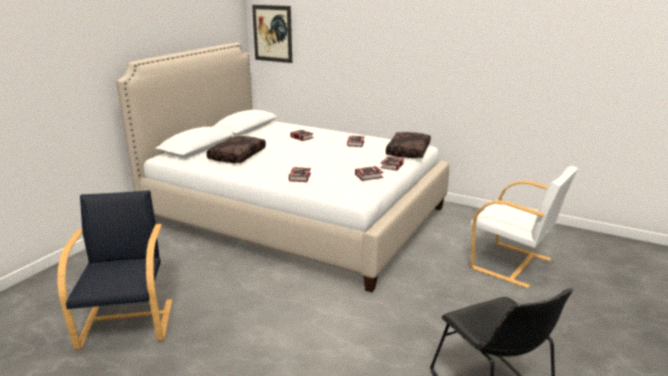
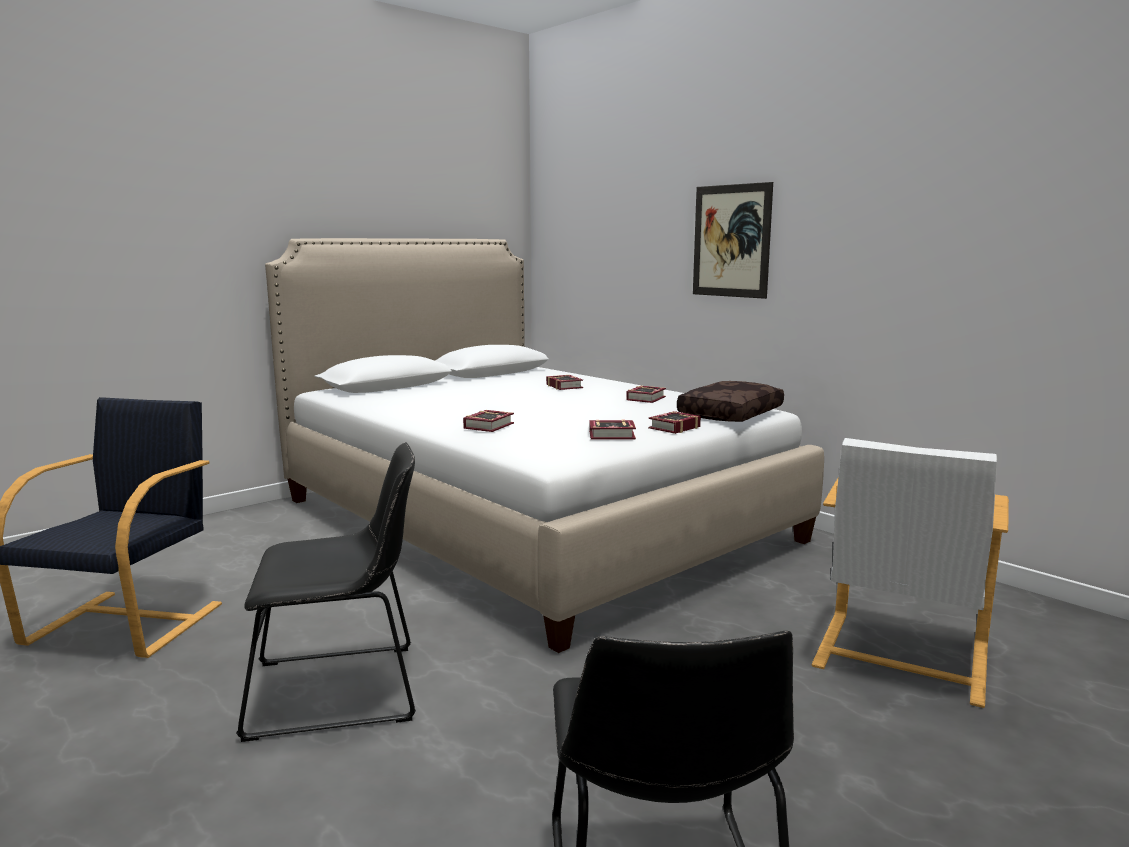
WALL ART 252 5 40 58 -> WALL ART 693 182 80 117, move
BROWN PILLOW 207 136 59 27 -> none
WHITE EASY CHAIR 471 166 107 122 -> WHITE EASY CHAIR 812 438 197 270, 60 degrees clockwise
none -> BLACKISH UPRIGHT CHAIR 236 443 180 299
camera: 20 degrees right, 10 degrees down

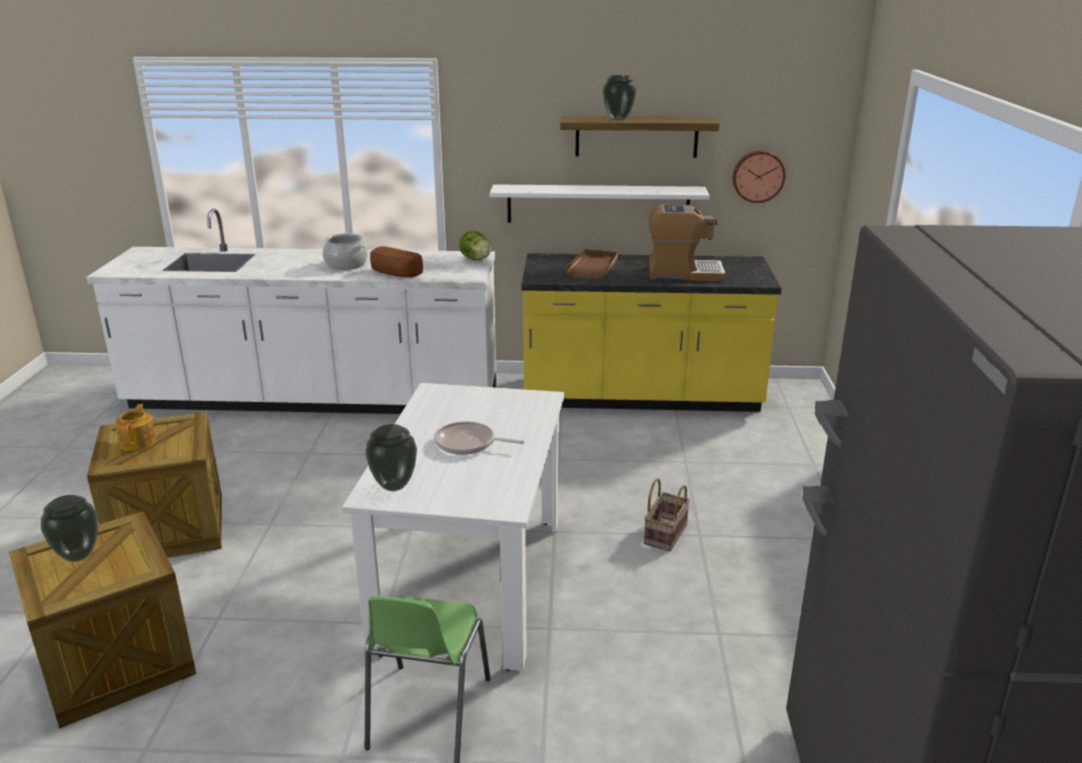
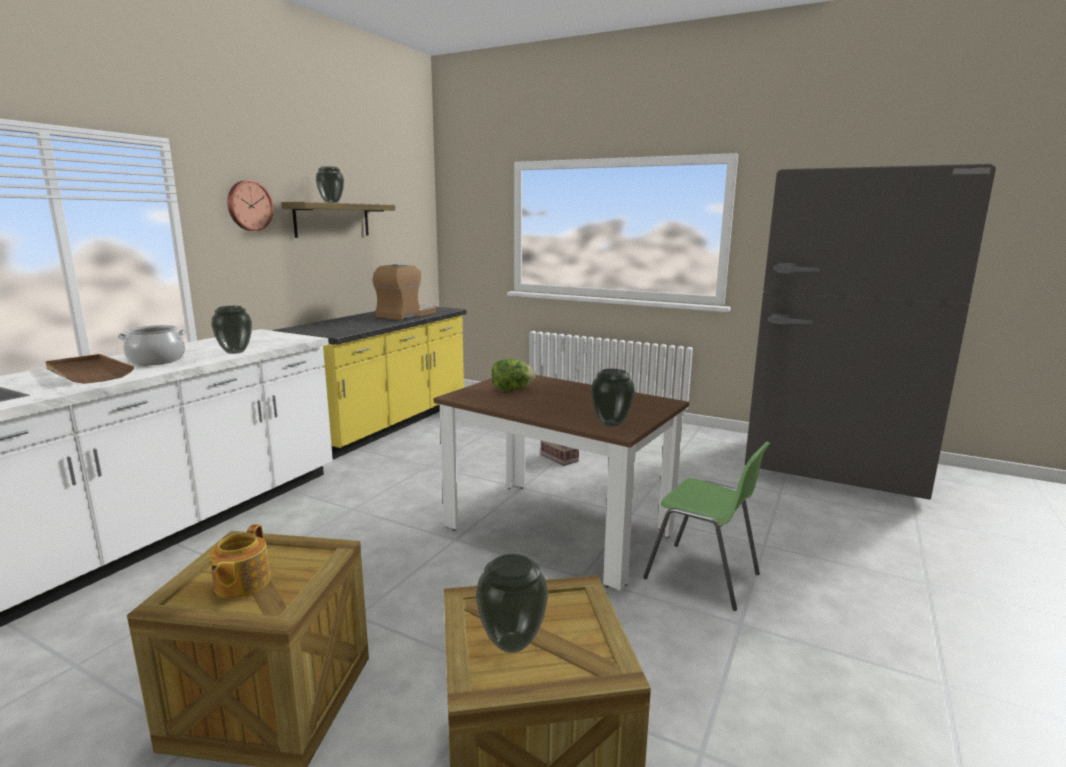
CLOCK ON THE WALL 733 151 52 52 -> CLOCK ON THE WALL 227 180 47 51, move
WHITE WALL SHELF 490 184 220 39 -> none
LETTUCE HEAD 459 231 32 29 -> LETTUCE HEAD 492 359 44 32, move
BREAD 370 246 53 32 -> VASE 211 306 41 48
BROWN TRAY 564 249 54 30 -> BROWN TRAY 45 354 89 30, move
WHITE DINING TABLE 342 383 222 288 -> BROWN DINING TABLE 434 375 255 215
POT FOR TEA 115 404 41 47 -> POT FOR TEA 209 524 62 74, 105 degrees counterclockwise
SKILLET 434 421 91 34 -> none
camera: 65 degrees left, 10 degrees down

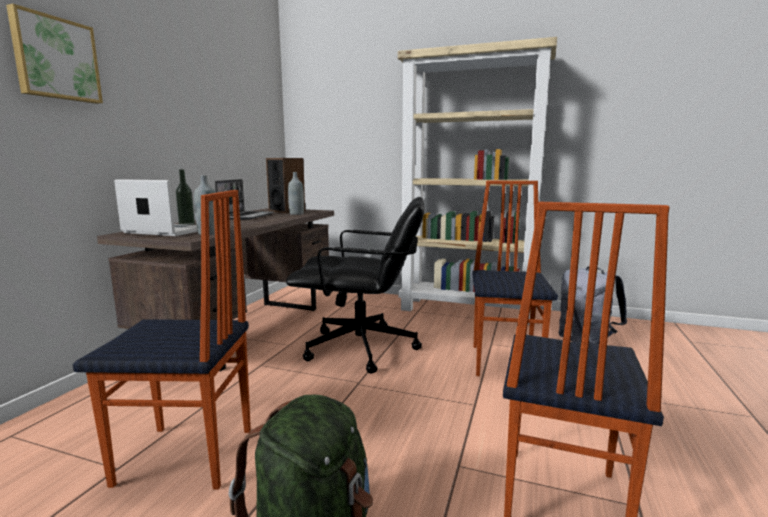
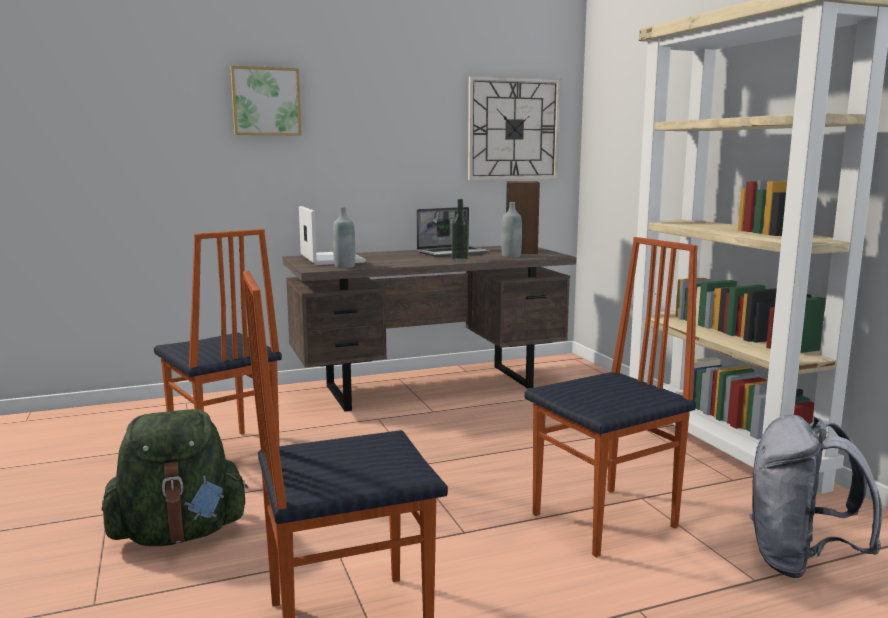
DRINK BOTTLE 176 169 19 56 -> DRINK BOTTLE 452 199 17 62, move
BLACKISH COMPUTER CHAIR 286 197 138 177 -> none
none -> CLOCK ON THE WALL 468 76 93 104
camera: 50 degrees right, 0 degrees up

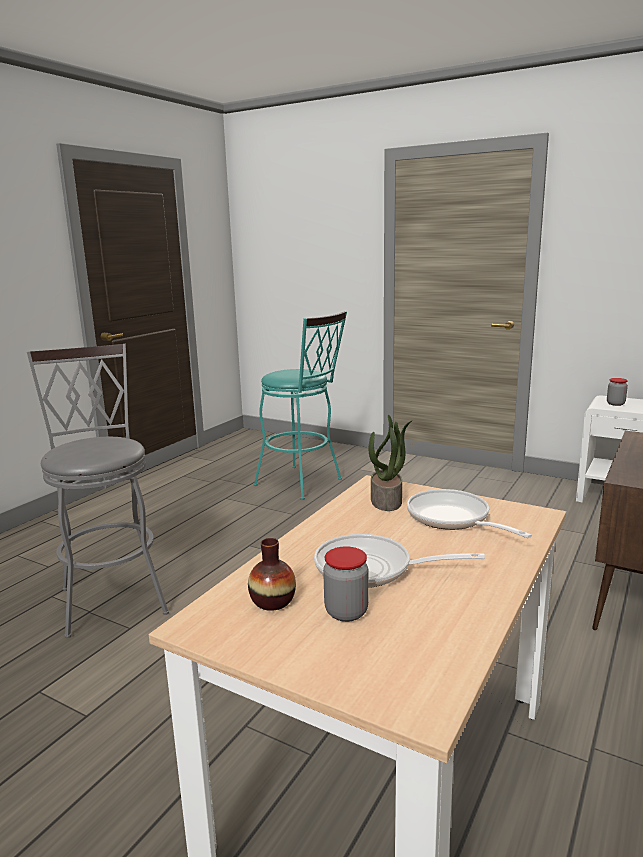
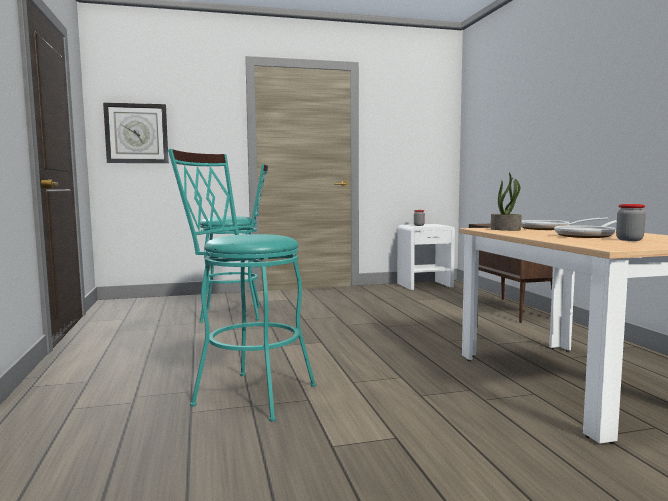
GREYISH STOOL SEAT 27 344 142 294 -> BLUE-GREEN STOOL SEAT 168 149 148 273
VASE 248 538 48 73 -> none
none -> CLOCK ON THE WALL 103 102 66 61
camera: 45 degrees left, 10 degrees down

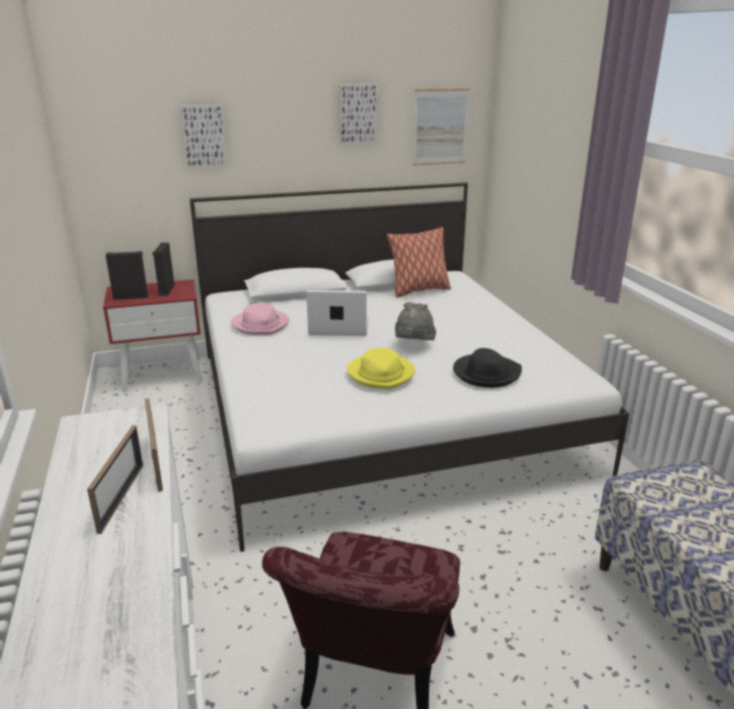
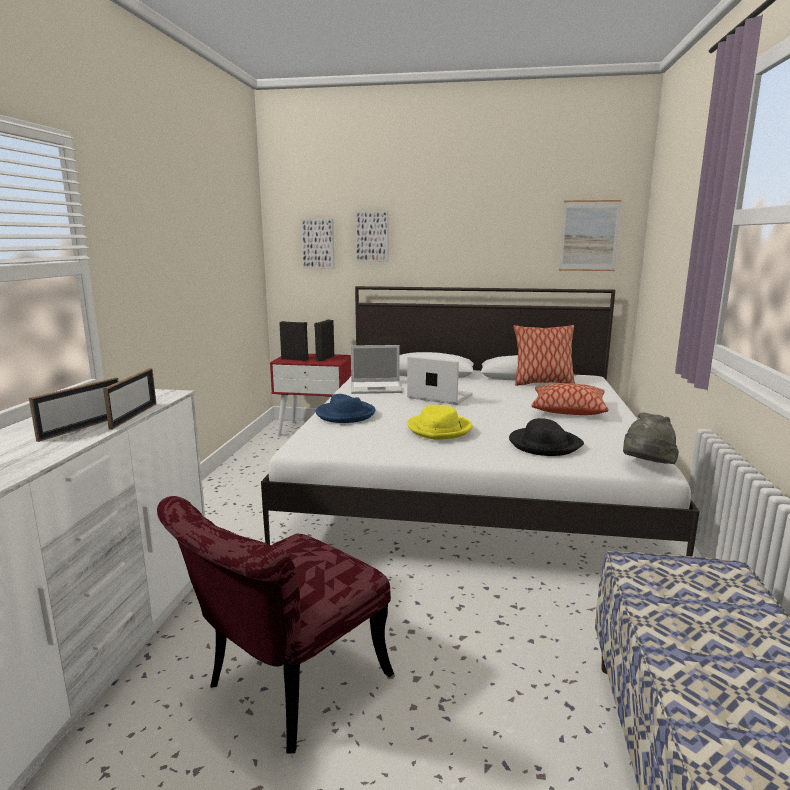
WALL ART 339 84 38 61 -> WALL ART 301 219 34 50, move
GREYISH WEARABLE HAT 395 302 41 38 -> GREYISH WEARABLE HAT 623 412 56 52, move
PINK-COLOURED WEARABLE HAT 231 303 58 32 -> LAPTOP 351 345 52 49
none -> PILLOW 531 383 78 32
none -> BLUISH WEARABLE HAT 316 394 59 29
camera: 25 degrees right, 10 degrees down

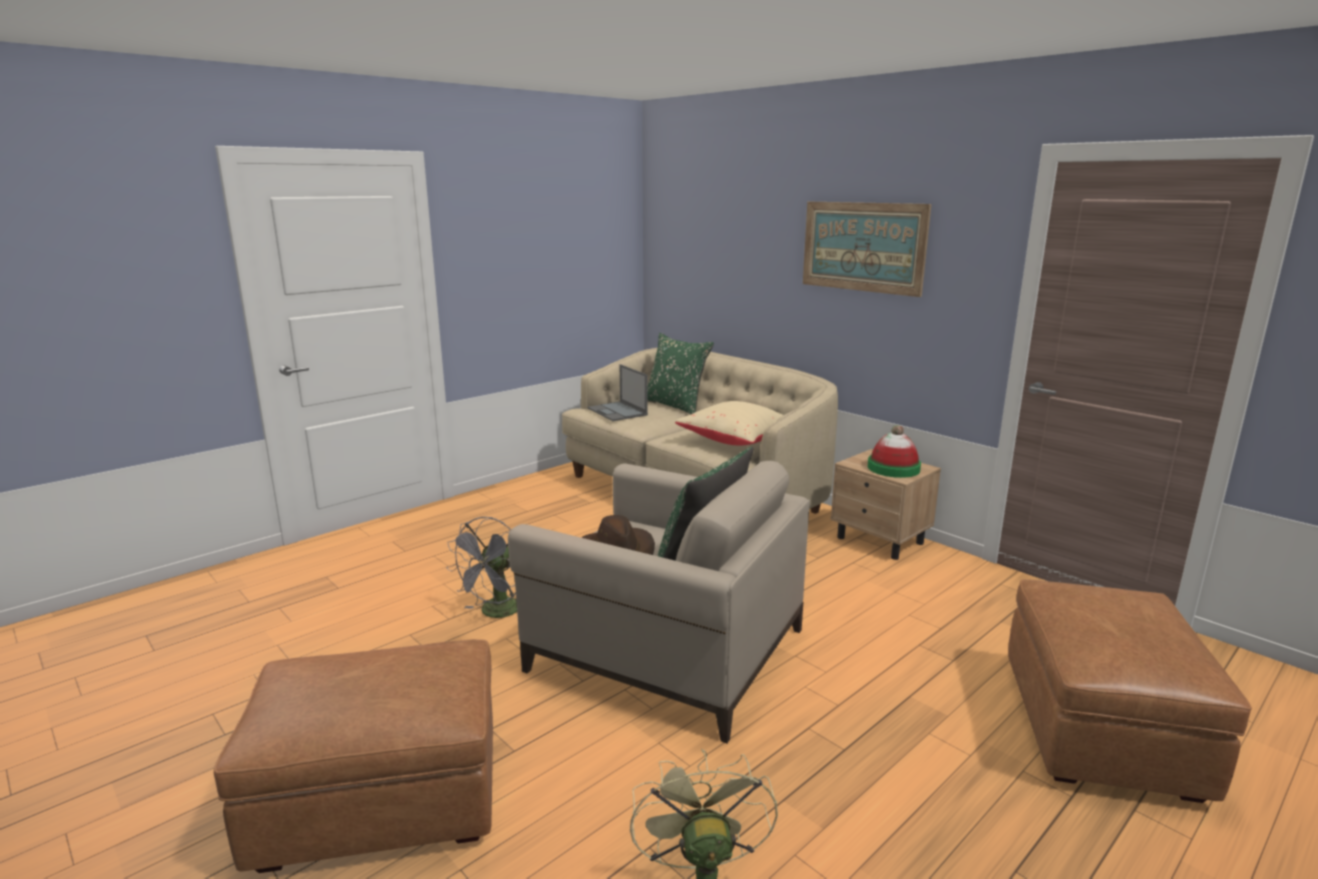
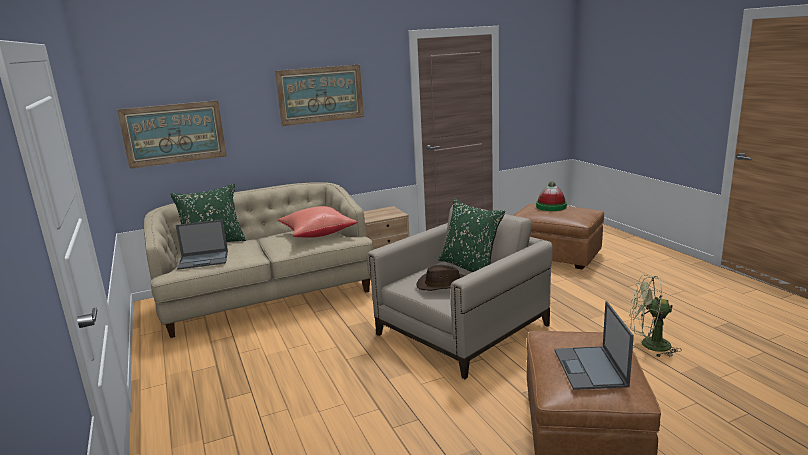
BEIGE PILLOW 675 401 108 44 -> REDDISH PILLOW 278 206 80 32
WEARABLE HAT 868 425 53 53 -> WEARABLE HAT 536 181 31 30, move
GREYISH ELECTRIC FAN 446 517 71 101 -> none
none -> WALL ART 117 100 110 69
none -> LAPTOP 554 301 80 89
camera: 70 degrees left, 0 degrees up

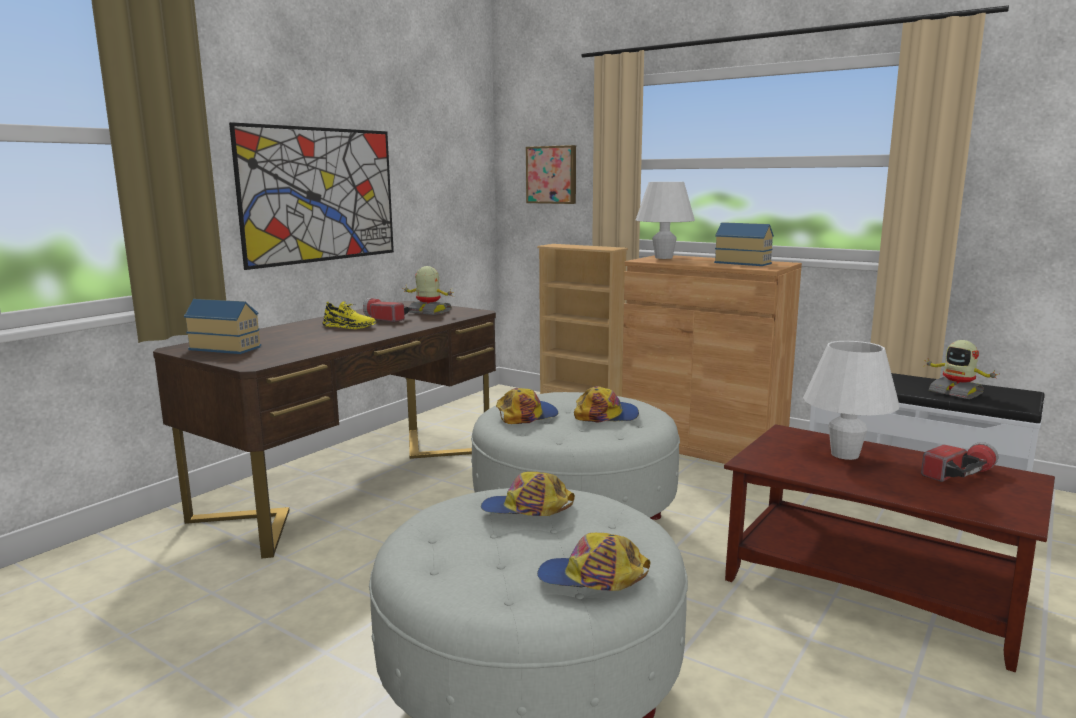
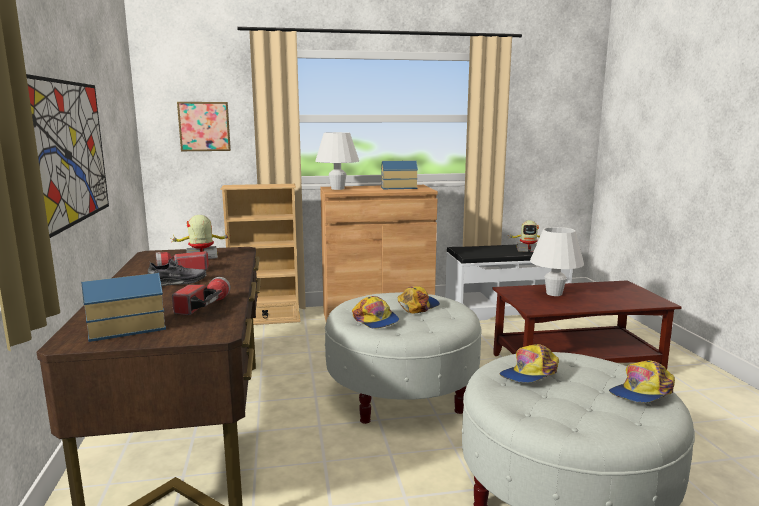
YELLOW ITEM OF FOOTWEAR 323 301 53 28 -> GREYISH ITEM OF FOOTWEAR 148 259 59 27
BASEBALL CAP 496 388 62 36 -> BASEBALL CAP 352 296 47 32, 135 degrees clockwise
TORCH 921 442 77 40 -> TORCH 172 277 59 38, move
camera: 45 degrees left, 0 degrees up

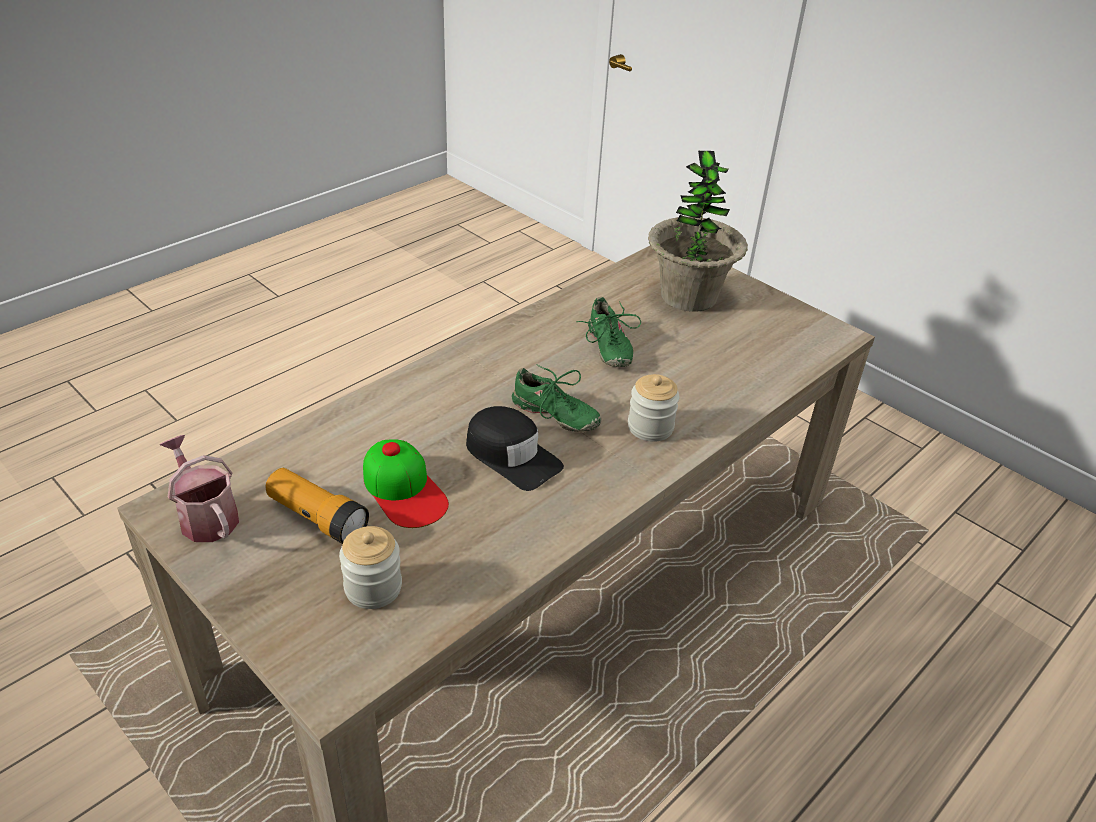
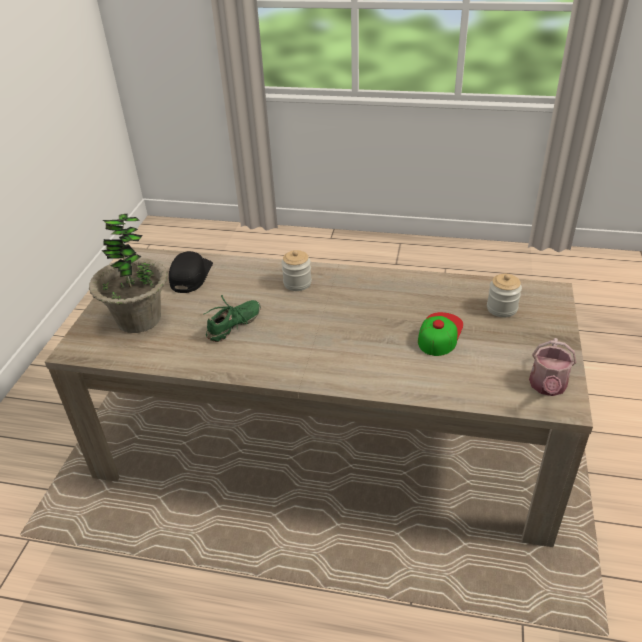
GREENISH ITEM OF FOOTWEAR 512 365 89 67 -> none
BLACKISH BASEBALL CAP 466 406 98 85 -> BLACKISH BASEBALL CAP 169 251 44 42, move
TORCH 266 468 103 76 -> none
camera: 120 degrees left, 0 degrees up

